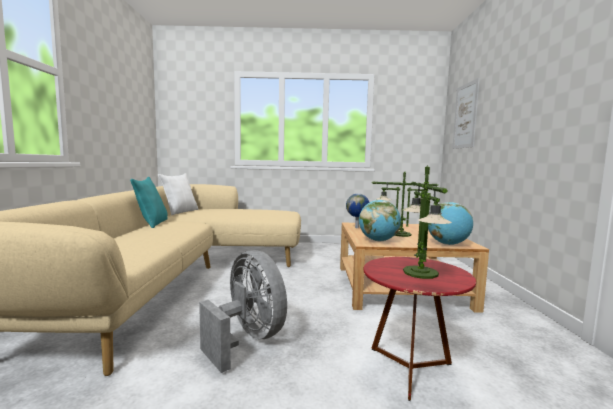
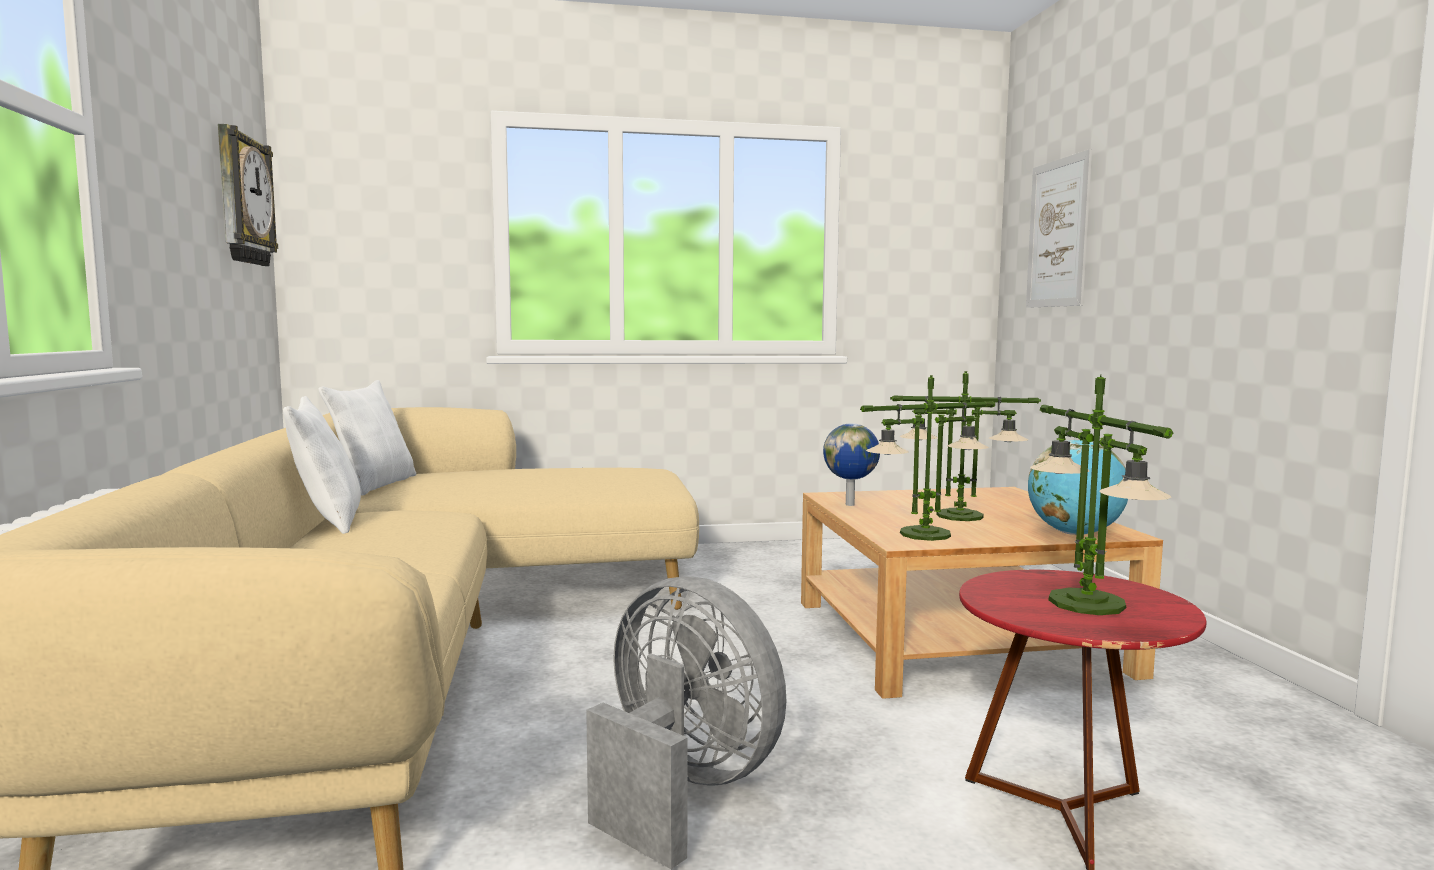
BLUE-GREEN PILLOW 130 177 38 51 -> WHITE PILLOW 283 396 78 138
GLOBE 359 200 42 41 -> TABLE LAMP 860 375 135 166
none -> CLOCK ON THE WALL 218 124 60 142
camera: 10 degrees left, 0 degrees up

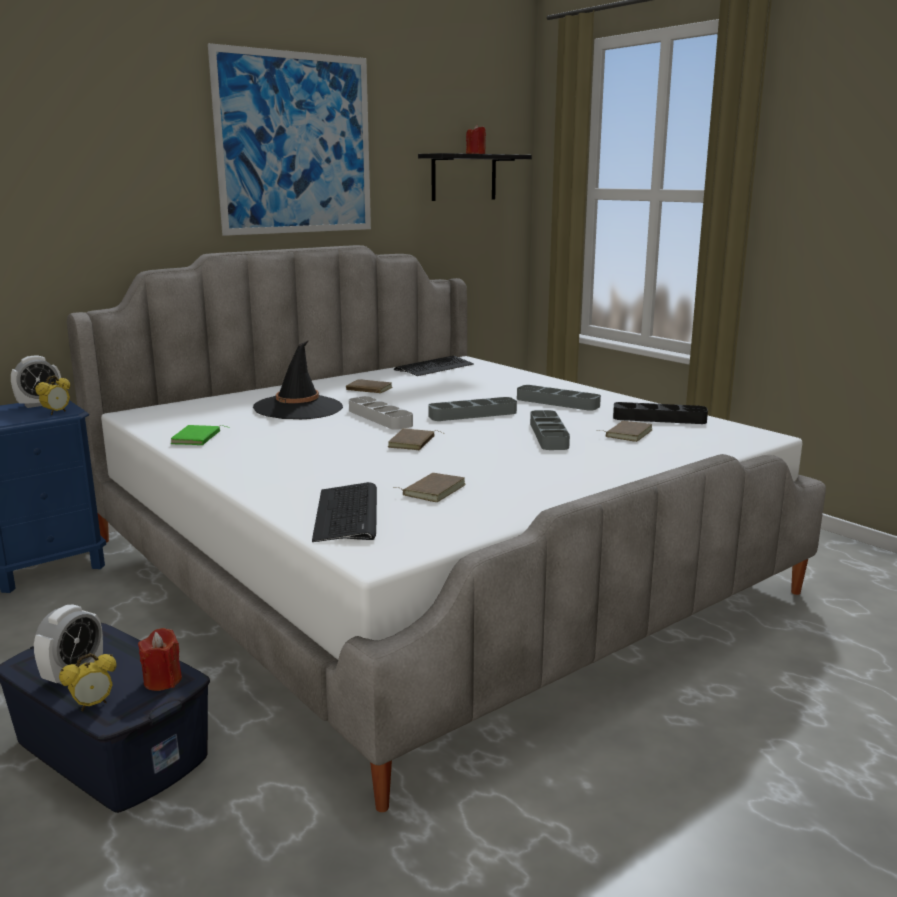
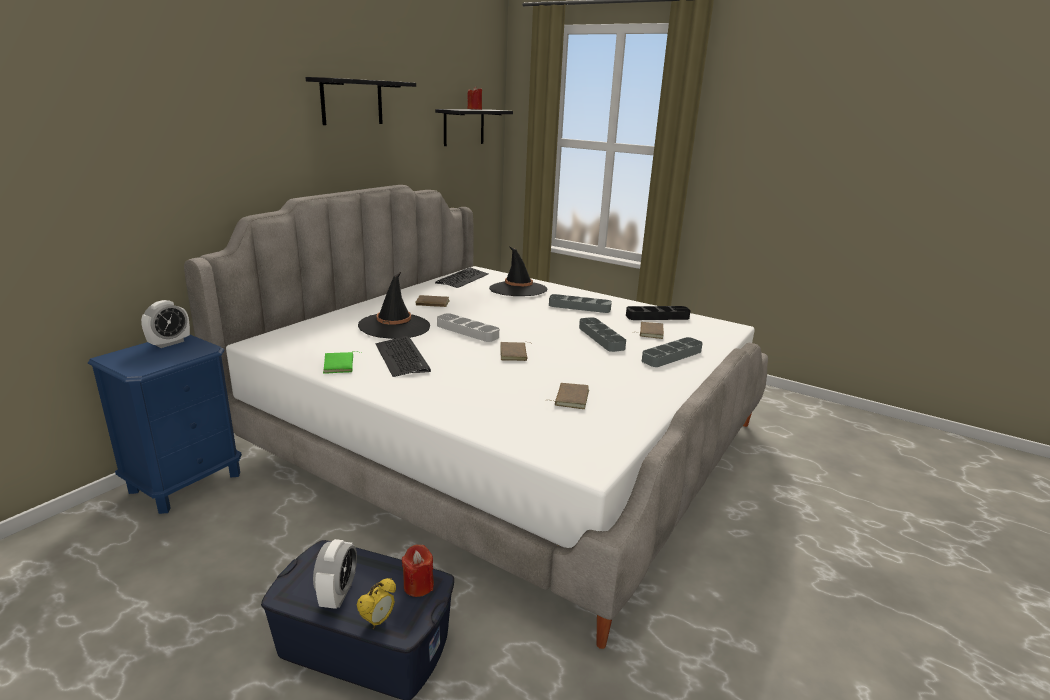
WALL ART 208 43 163 193 -> BLACKISH WALL SHELF 305 77 111 48
TABLE CLOCK 35 375 35 40 -> none
GREYISH TRAY 428 397 89 24 -> GREYISH TRAY 642 337 61 30, move
PC KEYBOARD 312 482 65 60 -> PC KEYBOARD 375 336 56 41, move
none -> BLACKISH WEARABLE HAT 489 247 59 49
camera: 20 degrees left, 5 degrees up

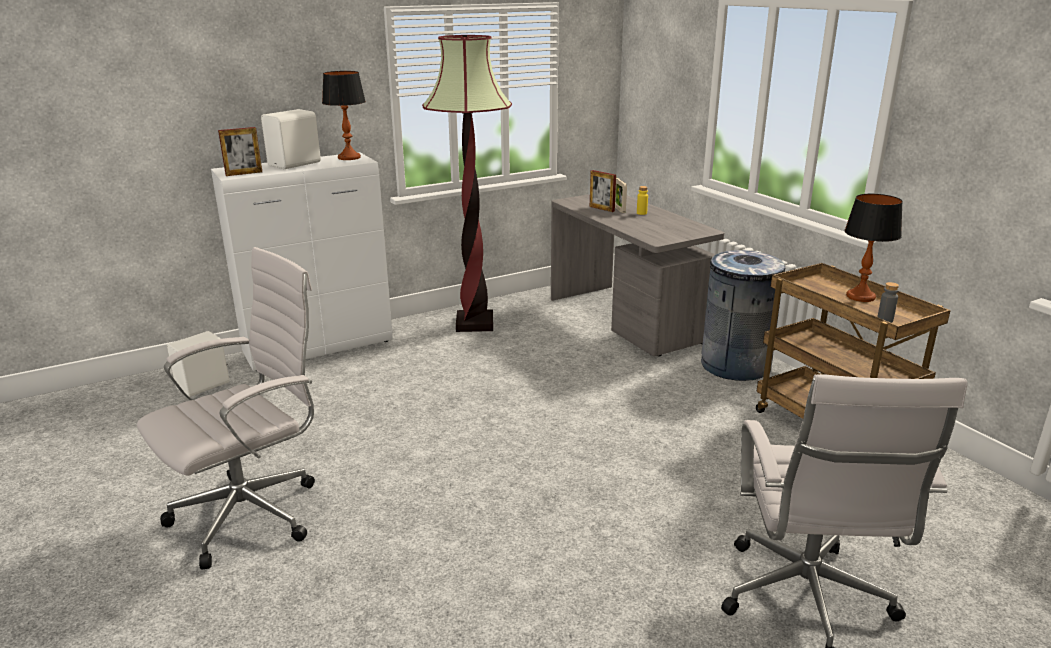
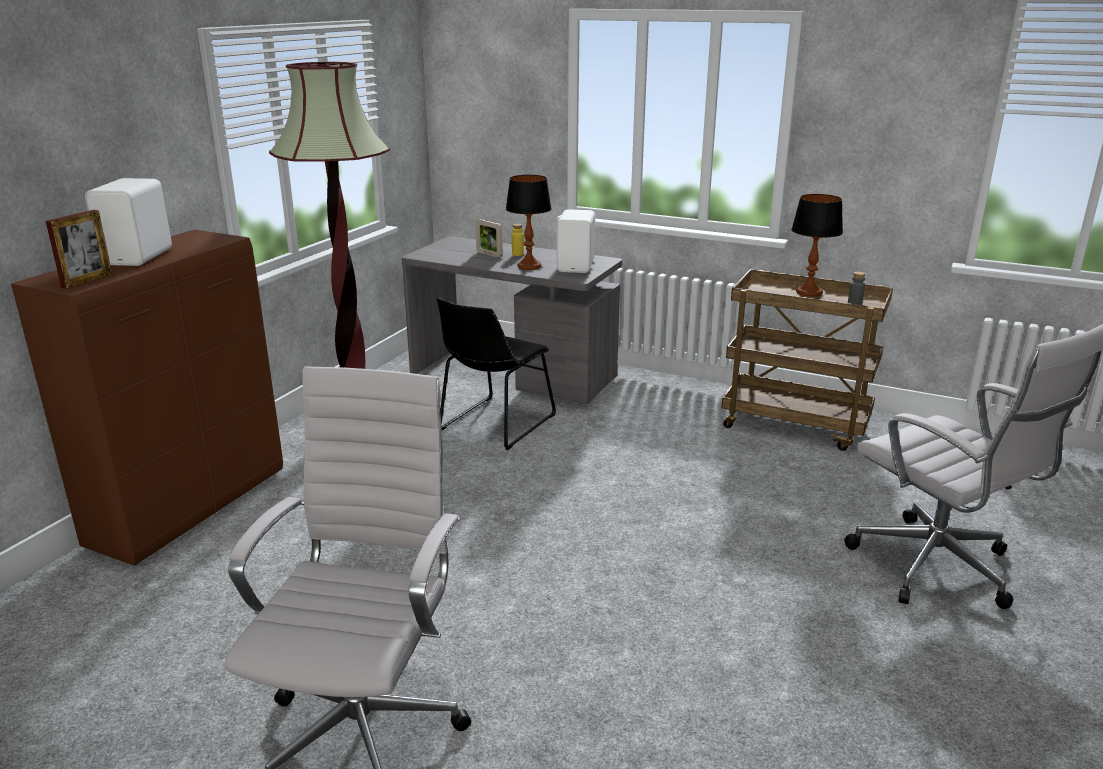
TABLE LAMP 322 71 44 89 -> TABLE LAMP 506 175 46 95, move
WHITE STORAGE CABINET 211 152 182 219 -> BROWN STORAGE CABINET 11 229 272 337
PICTURE FRAME 590 170 26 42 -> none
GREYISH WASTE BIN 701 250 85 131 -> none
WHITE SPEAKER 167 331 62 66 -> WHITE SPEAKER 557 209 38 64, move
none -> BLACKISH UPRIGHT CHAIR 437 298 119 152
camera: 35 degrees left, 0 degrees up

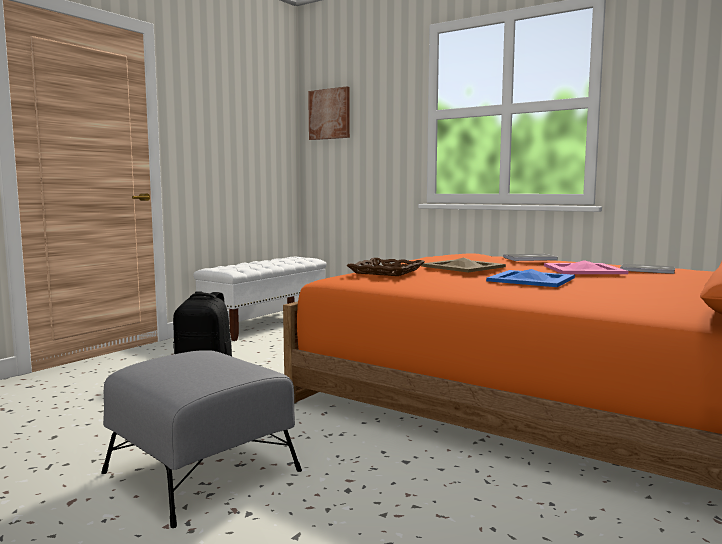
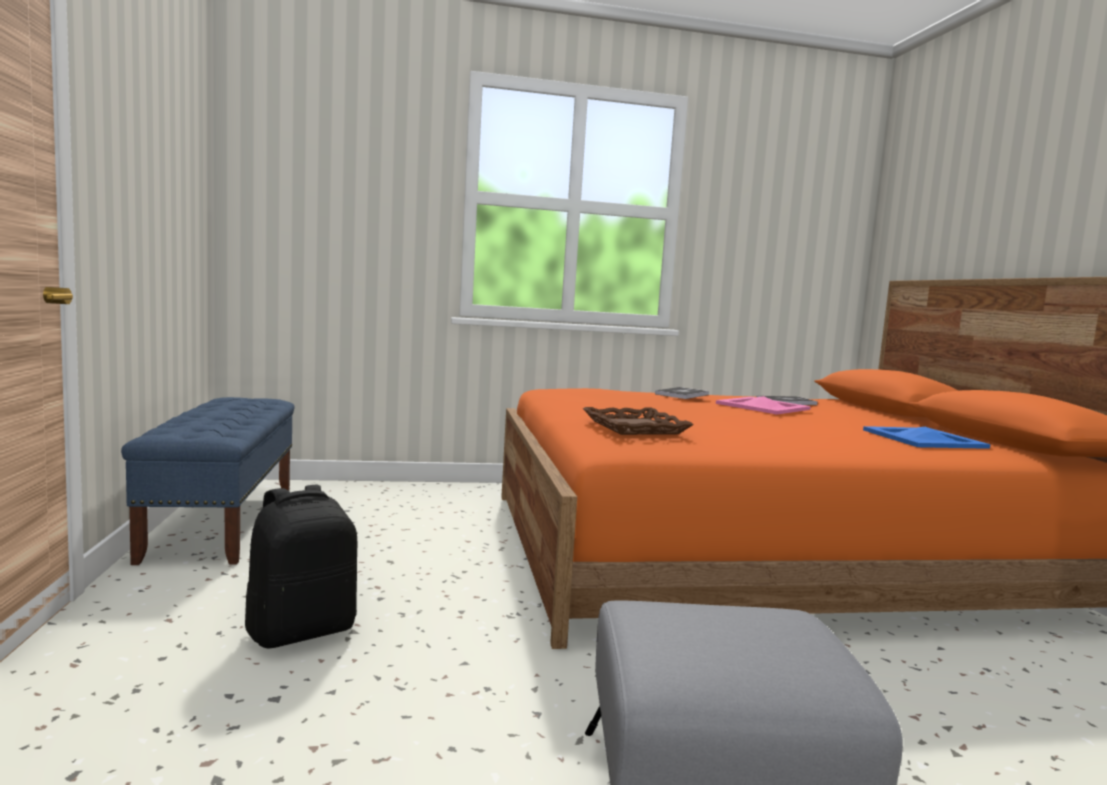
WALL ART 308 86 42 54 -> none
WHITE LONG SEAT 193 257 134 84 -> BLUISH LONG SEAT 121 397 173 168
BEIGE TRAY 421 258 85 15 -> none
BLUISH TRAY 486 269 89 18 -> BLUISH TRAY 863 426 128 23, move
camera: 45 degrees left, 0 degrees up

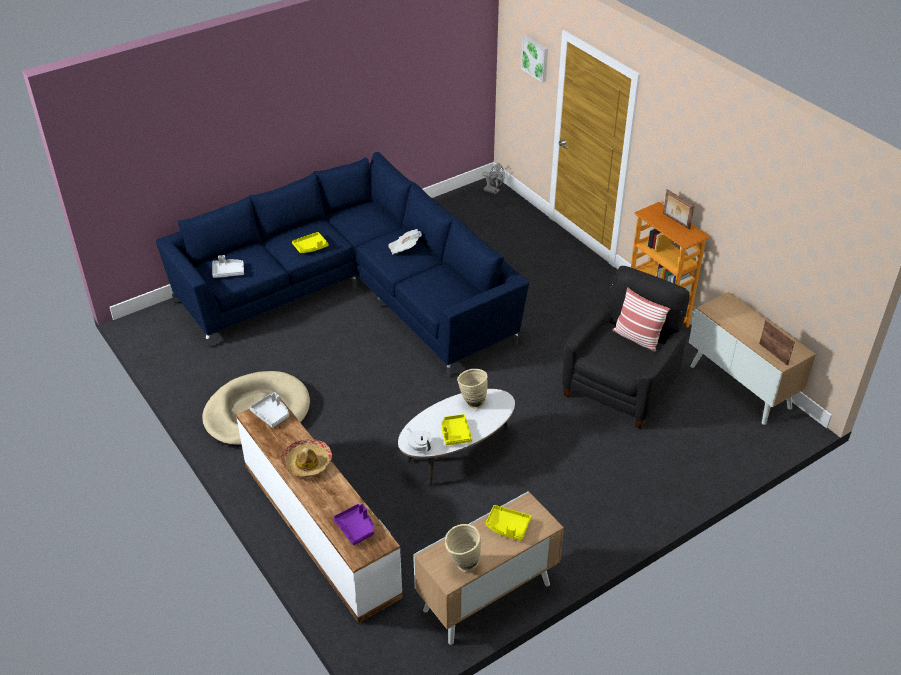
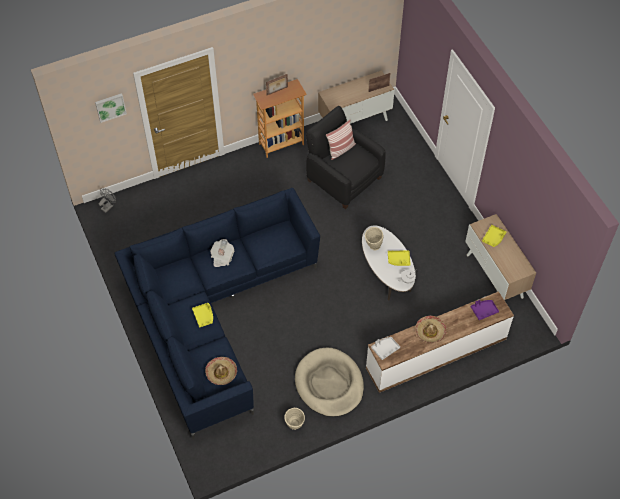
GREYISH TRAY 213 255 31 23 -> WEARABLE HAT 205 357 32 28
BEIGE VASE 445 524 36 48 -> BEIGE VASE 284 408 21 22, move
camera: 80 degrees left, 15 degrees up

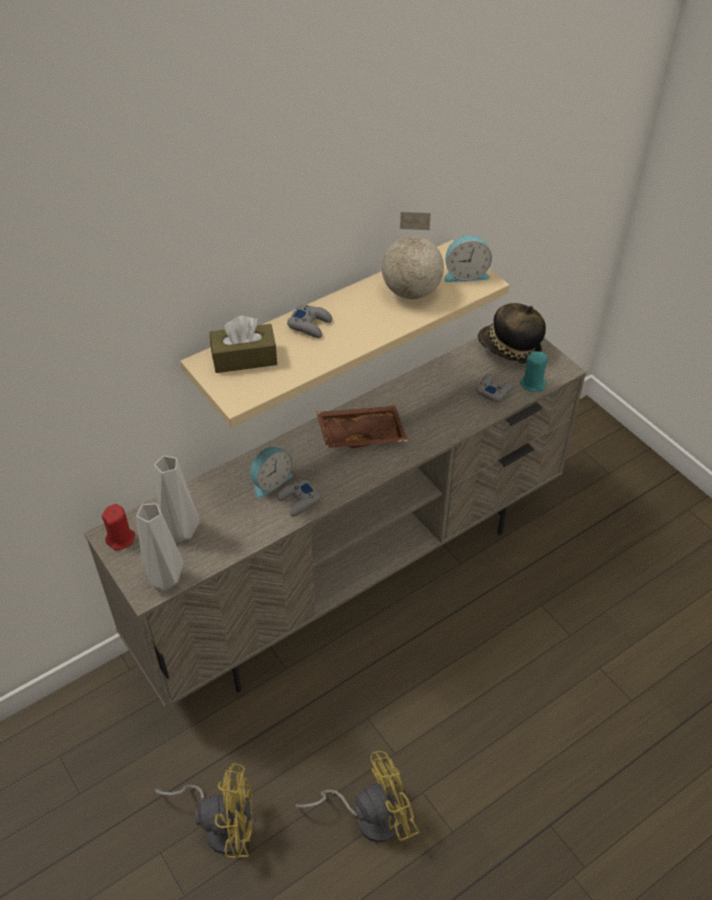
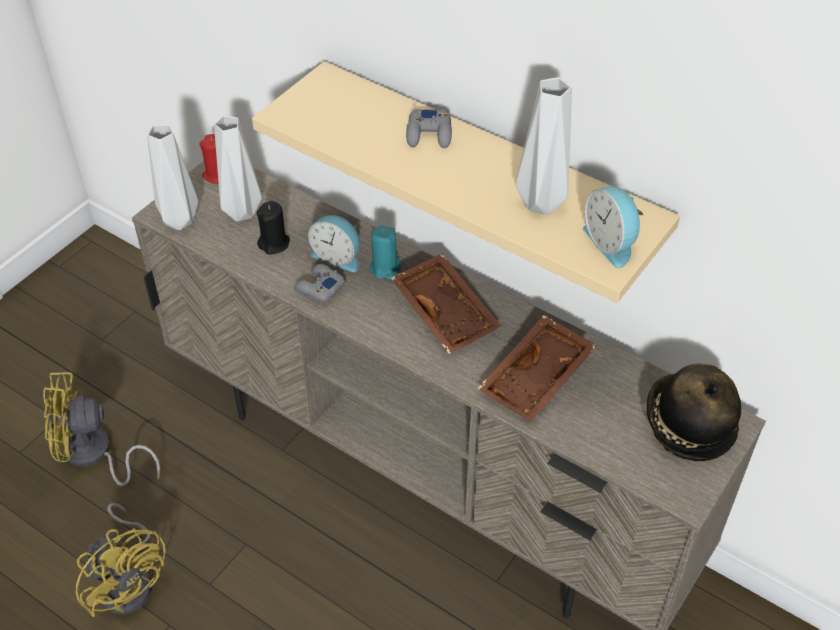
GLOBE 382 212 62 87 -> GREYISH VASE 516 77 56 138
BROWN TISSUE BOX 210 316 67 57 -> none
BLUE-GREEN WAX LIGHT 520 351 28 41 -> BLUE-GREEN WAX LIGHT 370 225 31 55, move
GREYISH JOYPAD 476 374 38 28 -> none
YELLOW ELECTRIC FAN 155 763 97 95 -> YELLOW ELECTRIC FAN 43 372 117 114, 105 degrees clockwise
none -> BLACKISH WAX LIGHT 257 201 33 53
none -> BROWN TRAY 478 315 119 107
camera: 70 degrees right, 0 degrees up

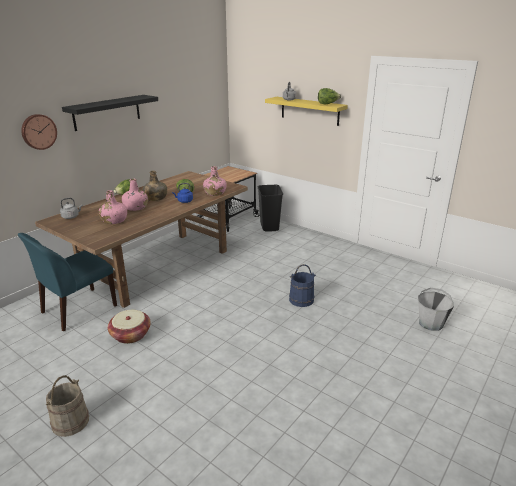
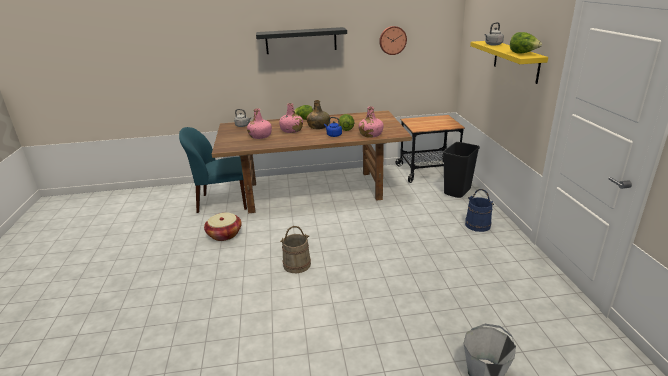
CLOCK ON THE WALL 21 114 36 36 -> CLOCK ON THE WALL 379 26 28 29, move
BLUISH PAIL 289 264 27 43 -> BLUISH PAIL 465 189 29 43, move
BEIGE PAIL 46 375 43 62 -> BEIGE PAIL 280 226 31 47, move
camera: 45 degrees right, 0 degrees up

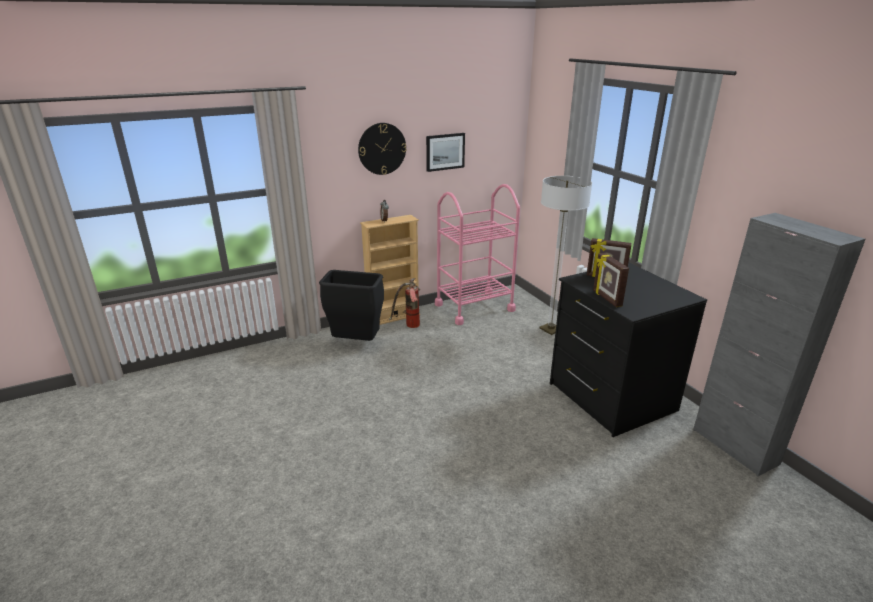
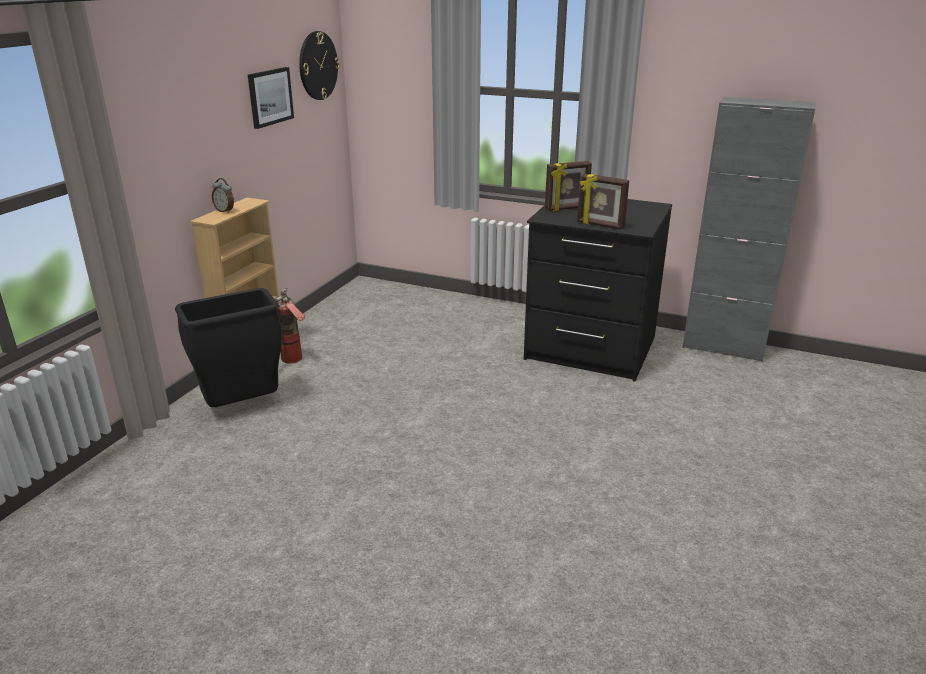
CLOCK ON THE WALL 358 123 49 52 -> CLOCK ON THE WALL 299 31 41 69, move
STANDING LAMP 539 176 53 159 -> none
PINK-COLOURED TROLLEY 435 184 85 141 -> none
camera: 40 degrees left, 0 degrees up

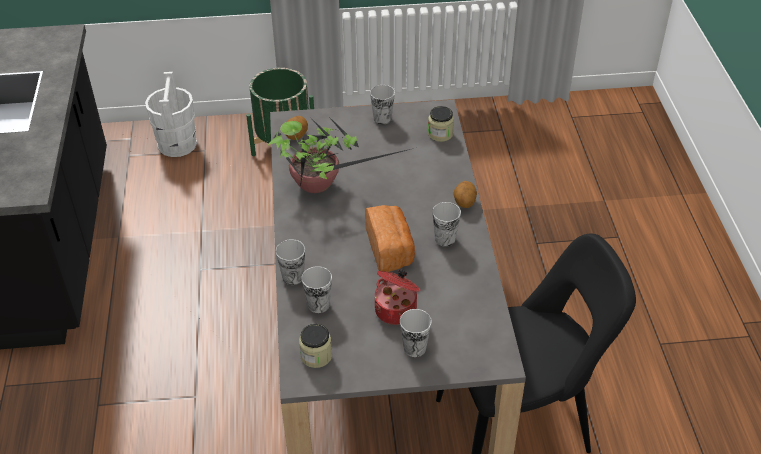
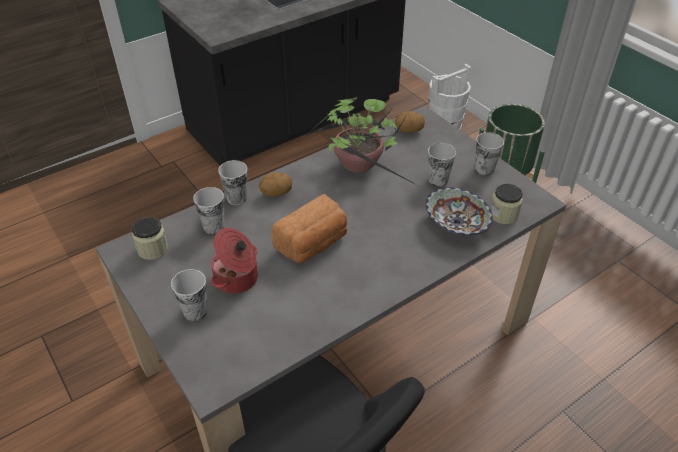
POTATO 453 181 24 27 -> POTATO 259 172 34 25, move
DRINKING CUP 432 202 29 45 -> DRINKING CUP 428 143 28 44, move
none -> SERVING BOWL 426 187 67 48
camera: 60 degrees right, 0 degrees up

